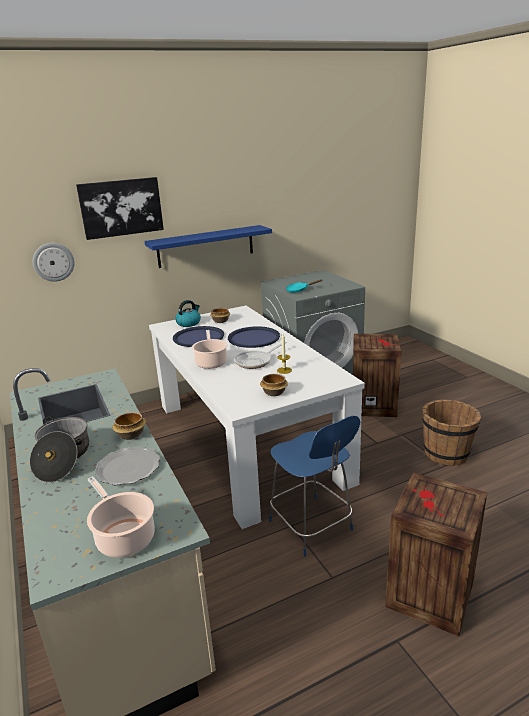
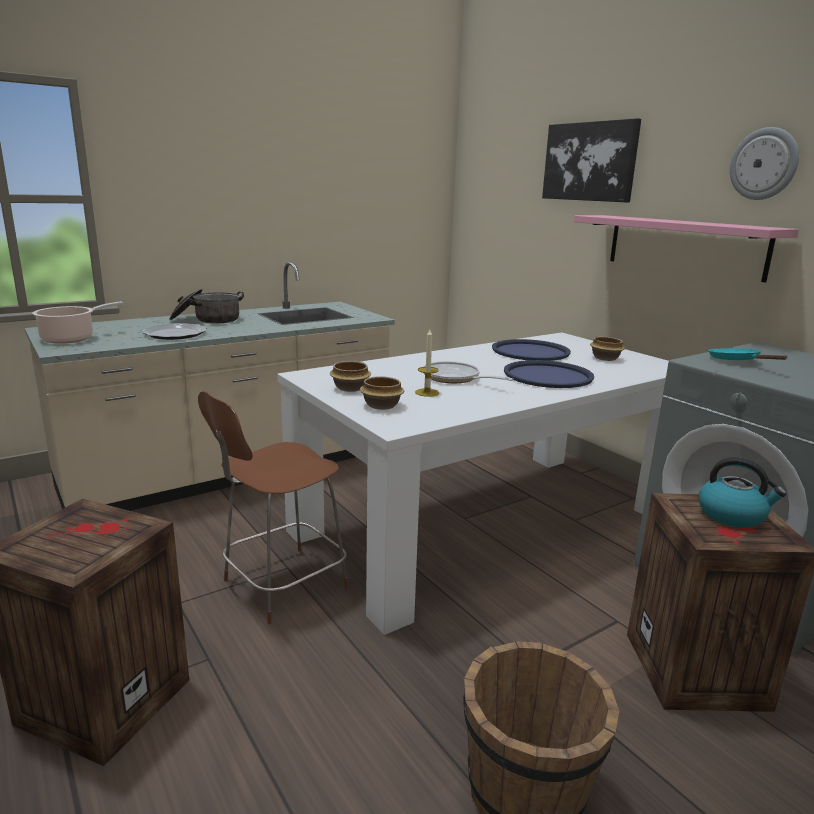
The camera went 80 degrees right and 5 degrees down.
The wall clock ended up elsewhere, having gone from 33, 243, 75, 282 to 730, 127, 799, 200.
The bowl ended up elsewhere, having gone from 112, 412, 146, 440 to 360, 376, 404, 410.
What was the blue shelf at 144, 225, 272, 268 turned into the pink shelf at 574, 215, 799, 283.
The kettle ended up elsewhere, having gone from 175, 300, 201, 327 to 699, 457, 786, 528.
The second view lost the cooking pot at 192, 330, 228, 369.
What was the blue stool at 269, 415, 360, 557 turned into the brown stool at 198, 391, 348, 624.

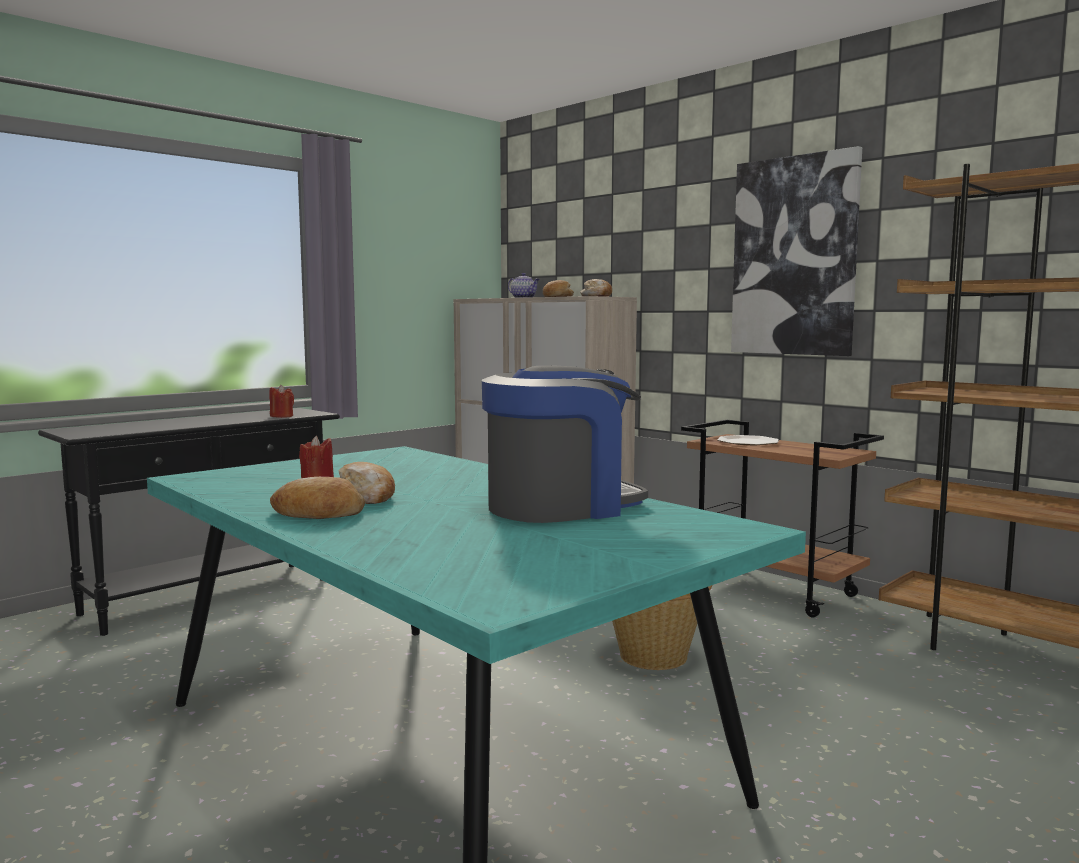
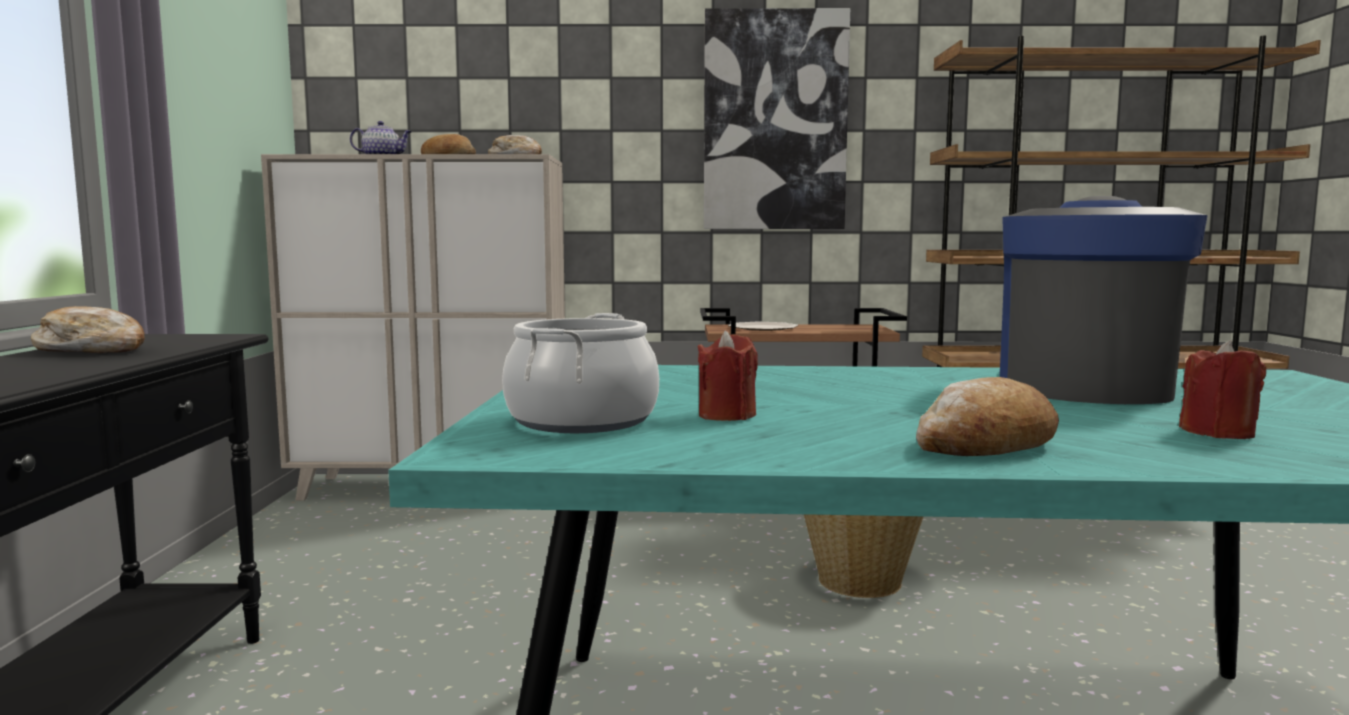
The camera went 45 degrees left and 0 degrees up.
The red candle ended up elsewhere, having gone from 269, 385, 294, 418 to 1179, 340, 1266, 439.
The bread ended up elsewhere, having gone from 338, 462, 395, 504 to 31, 306, 145, 353.
The second view gained the cooking pot at 502, 313, 659, 433.

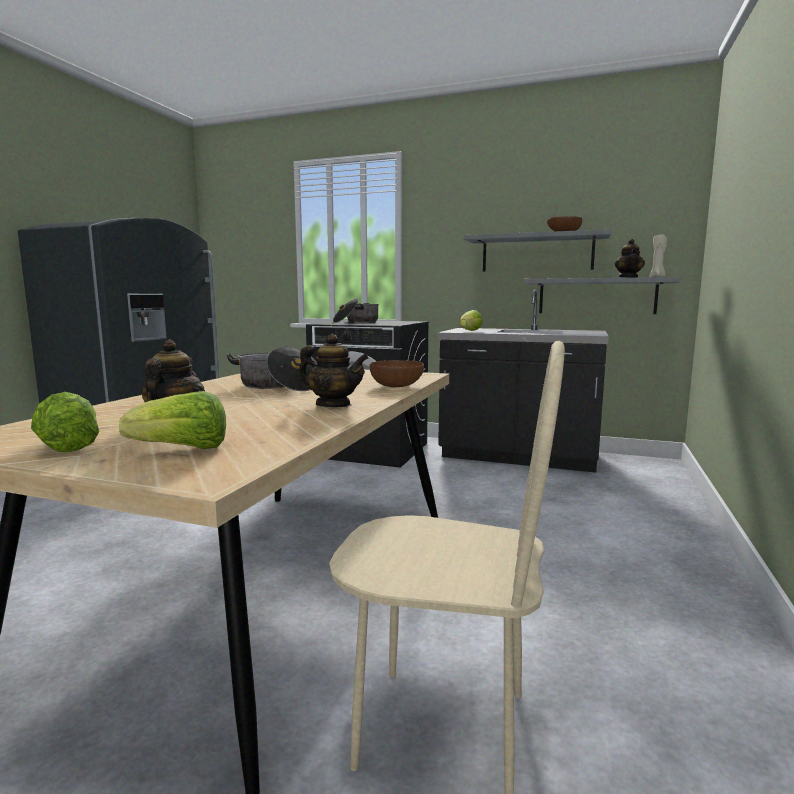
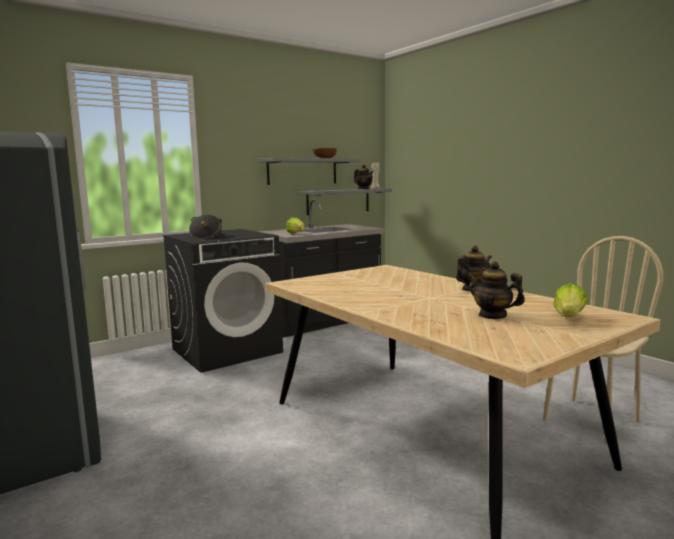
The camera went 55 degrees left and 0 degrees up.
The second view lost the lettuce at 31, 392, 100, 452.
The second view lost the cooking pot at 227, 346, 317, 391.
The second view lost the brown bowl at 369, 360, 424, 387.

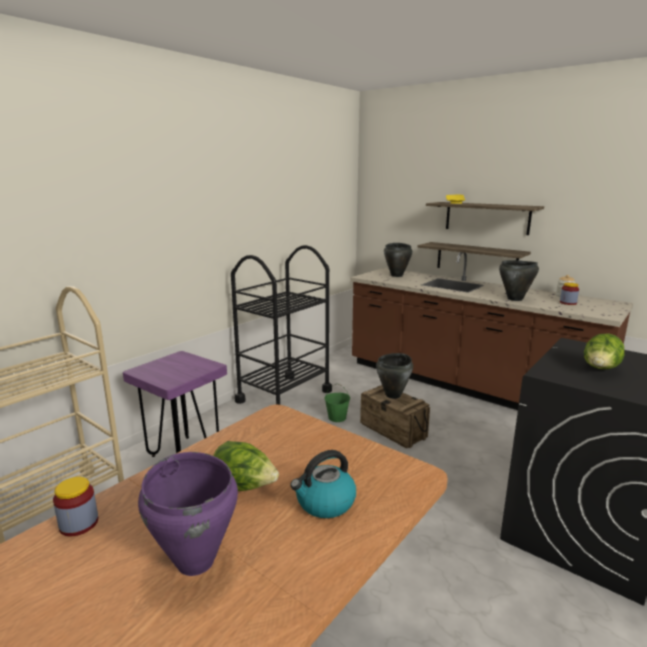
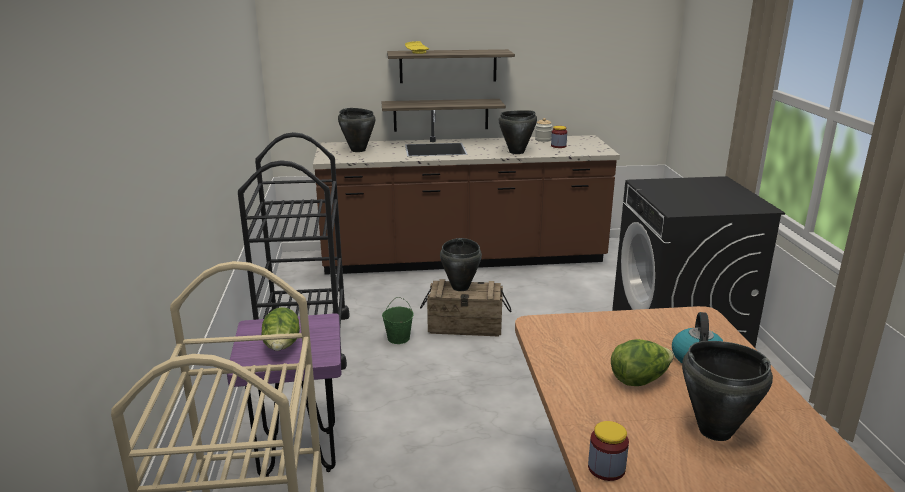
The camera went 45 degrees left and 5 degrees up.
What was the purple cooking pot at 138, 452, 238, 576 turned into the black cooking pot at 682, 341, 773, 441.
The lettuce ended up elsewhere, having gone from 584, 333, 624, 369 to 261, 307, 300, 351.

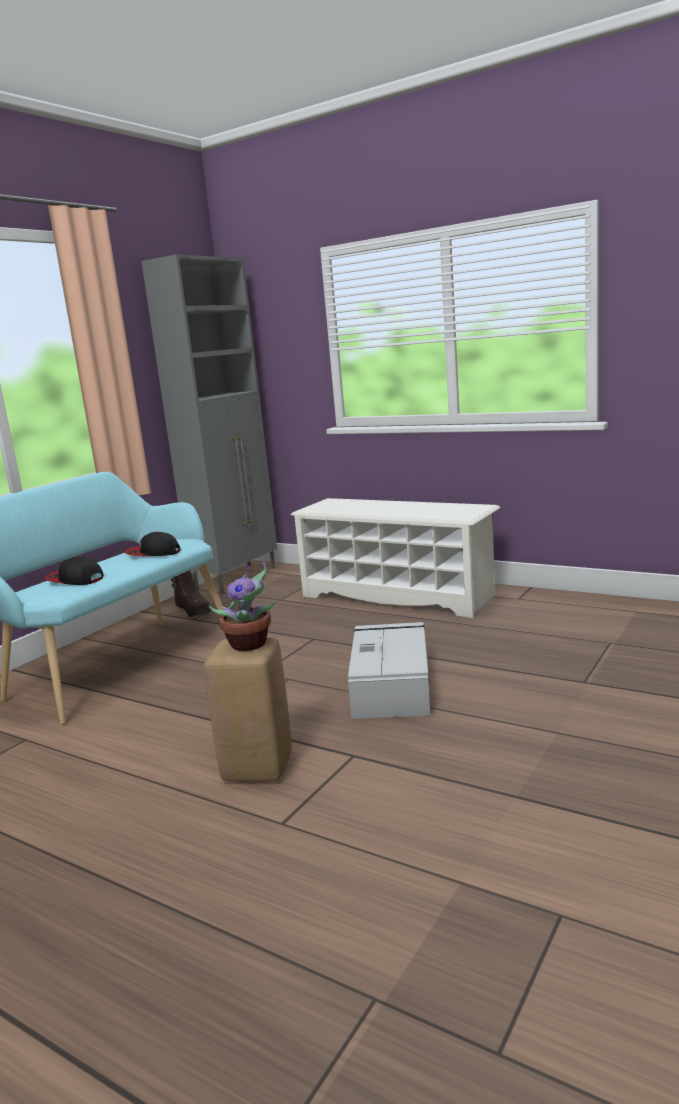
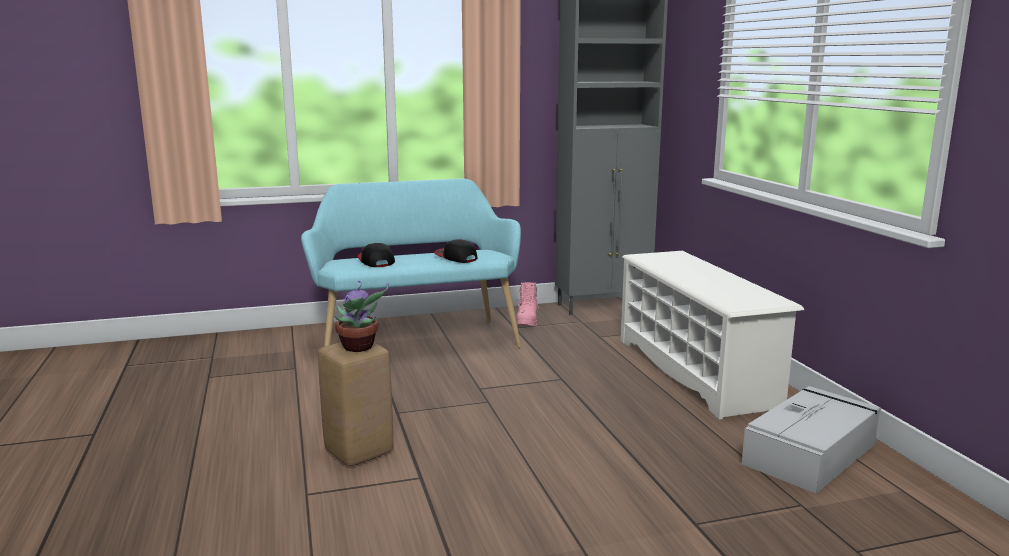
The camera went 40 degrees right and 0 degrees up.
What was the brown boot at 171, 570, 211, 617 turned into the pink boot at 516, 282, 540, 326.
The grey storage box ended up elsewhere, having gone from 348, 622, 430, 719 to 742, 386, 881, 493.

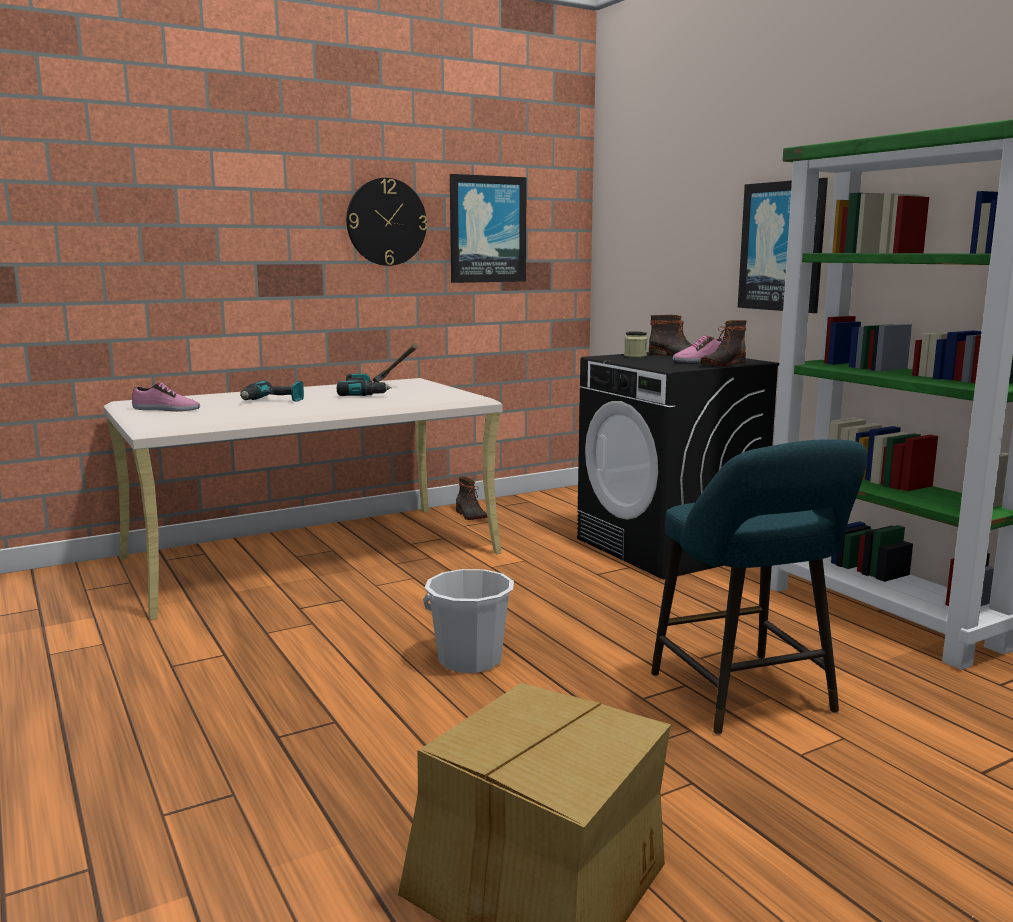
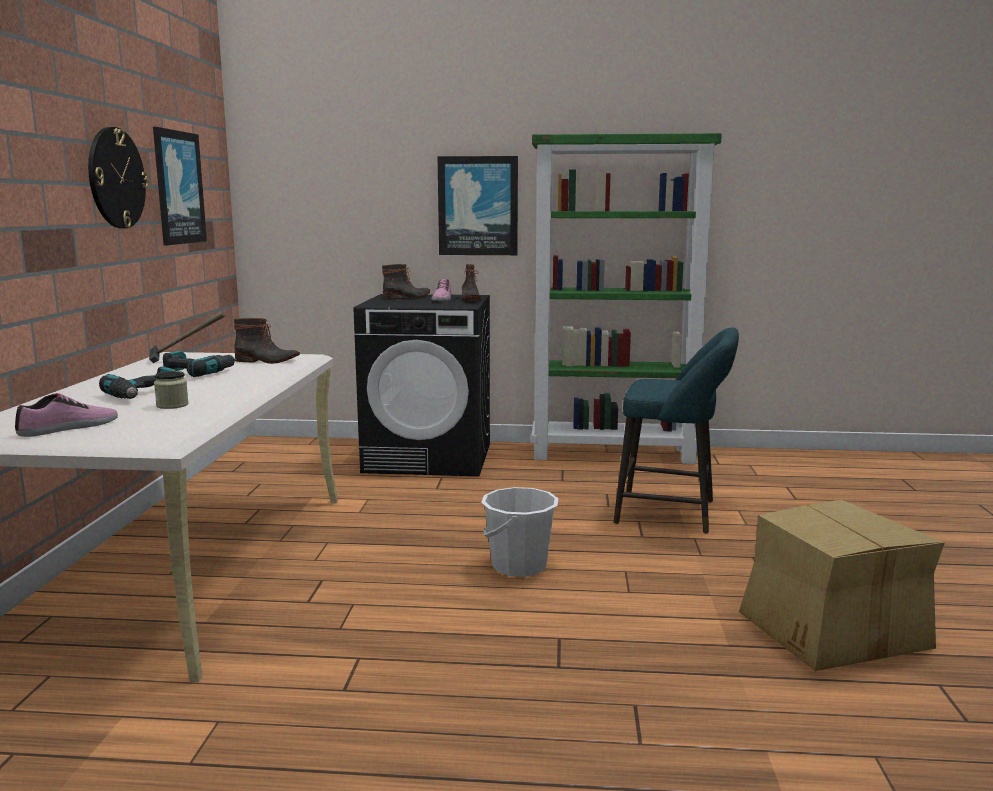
The camera went 55 degrees left and 0 degrees up.
The boot ended up elsewhere, having gone from 456, 477, 487, 520 to 234, 318, 300, 364.
The jar ended up elsewhere, having gone from 624, 331, 647, 357 to 154, 371, 189, 409.

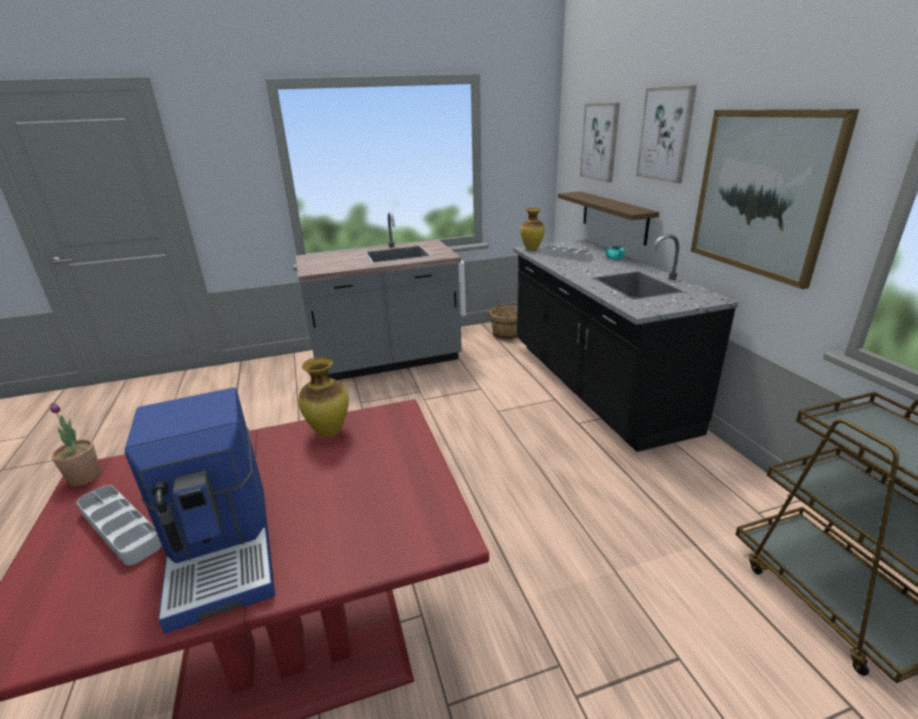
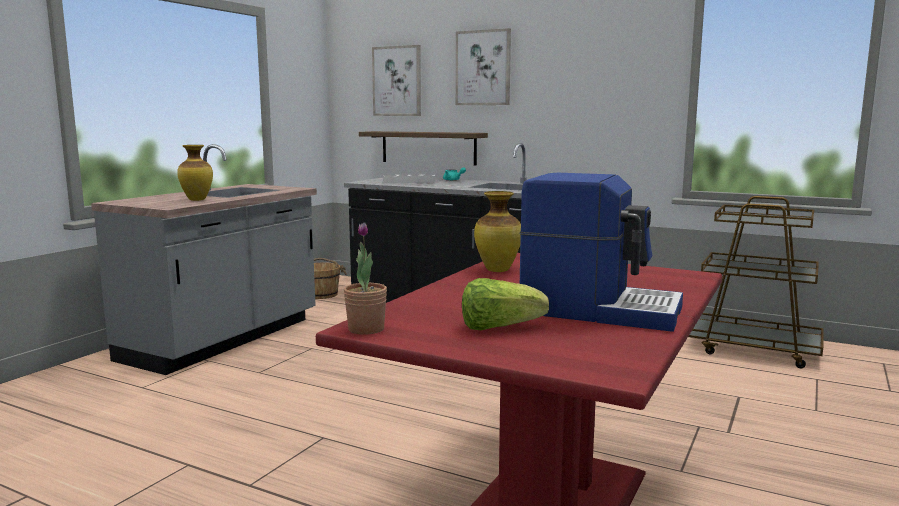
The camera went 45 degrees left and 15 degrees down.
Where the grey tray stood at 77, 485, 162, 565, the lettuce came to stand at 462, 278, 549, 330.
The vase ended up elsewhere, having gone from 520, 208, 545, 250 to 177, 145, 213, 201.
The second view lost the picture at 691, 109, 860, 289.

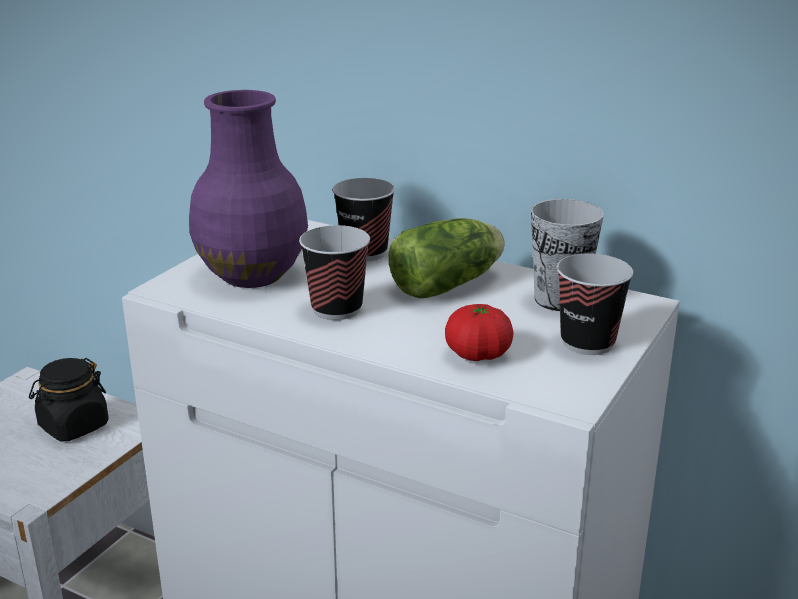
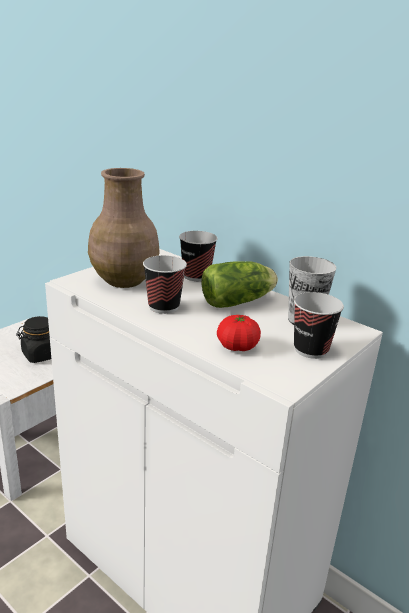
The camera went 10 degrees right and 0 degrees up.
What was the purple vase at 189, 90, 308, 288 turned into the brown vase at 88, 168, 160, 288.

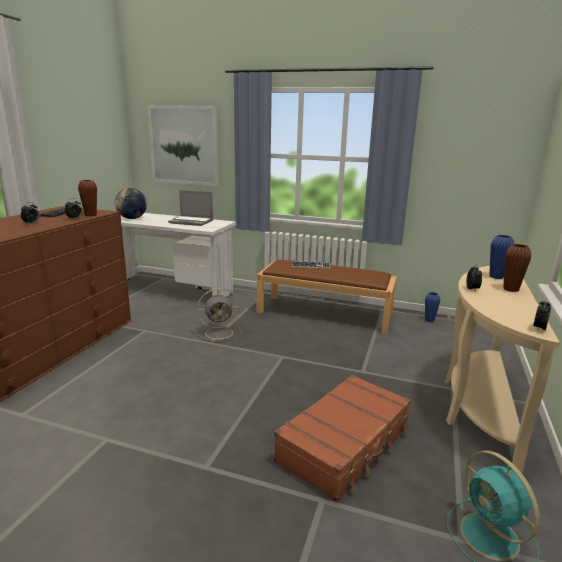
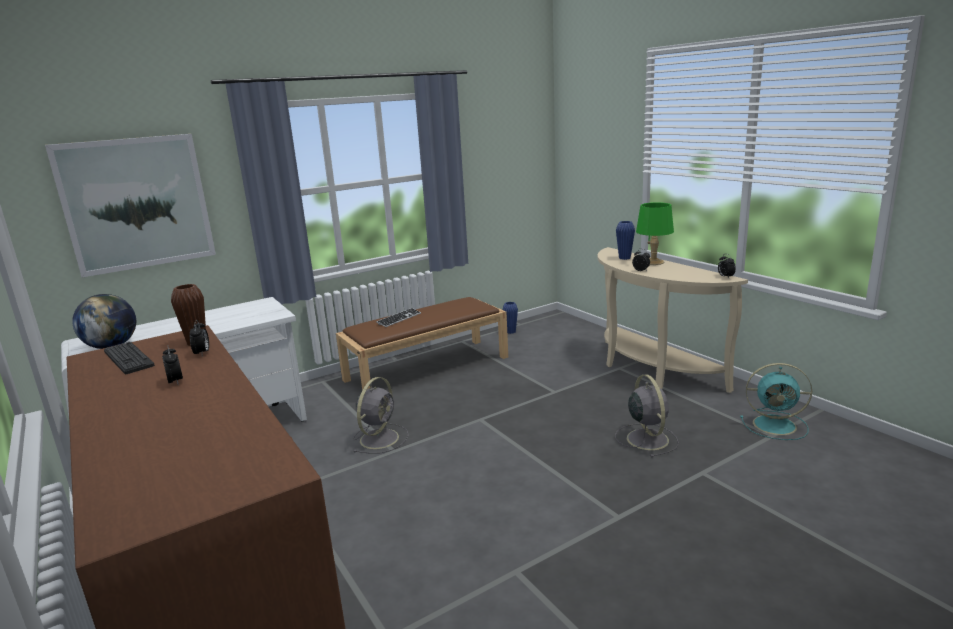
The camera went 50 degrees left and 0 degrees up.
The second view lost the laptop at 168, 190, 213, 226.
Where the brown suitcase stood at 274, 375, 411, 502, the grey fan came to stand at 615, 374, 679, 457.
Where the brown vase stood at 503, 244, 531, 292, the green table lamp came to stand at 636, 202, 674, 265.

